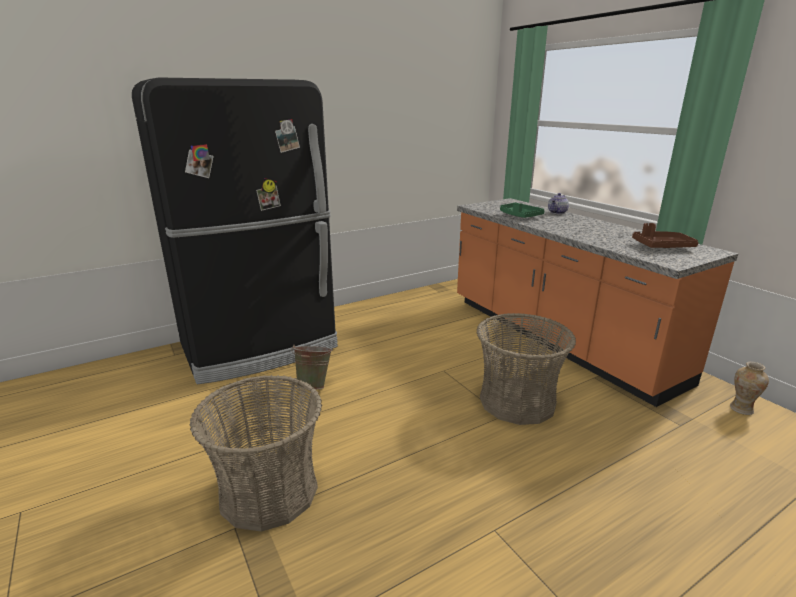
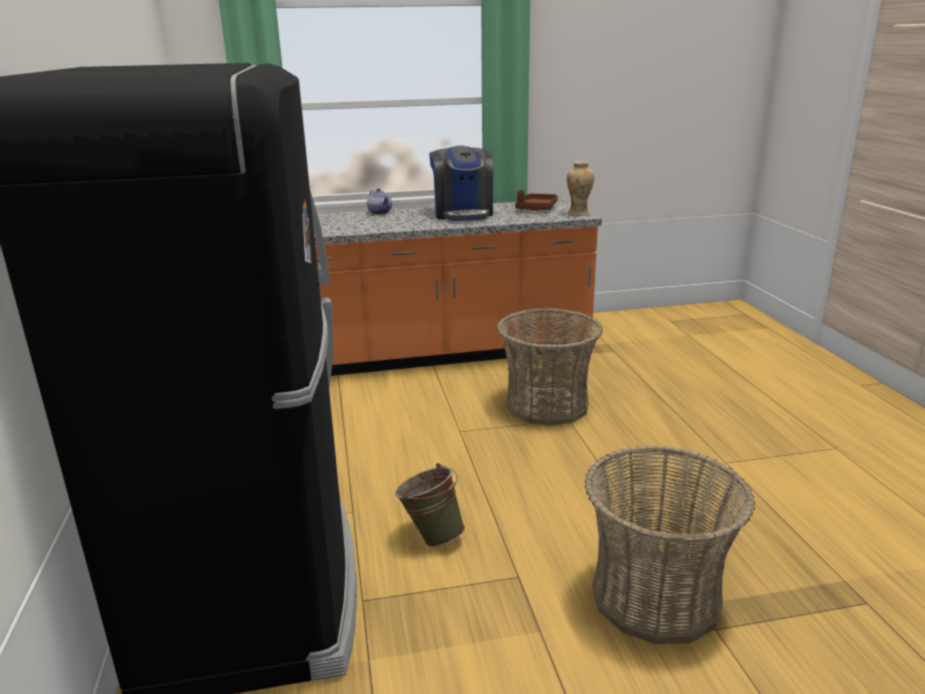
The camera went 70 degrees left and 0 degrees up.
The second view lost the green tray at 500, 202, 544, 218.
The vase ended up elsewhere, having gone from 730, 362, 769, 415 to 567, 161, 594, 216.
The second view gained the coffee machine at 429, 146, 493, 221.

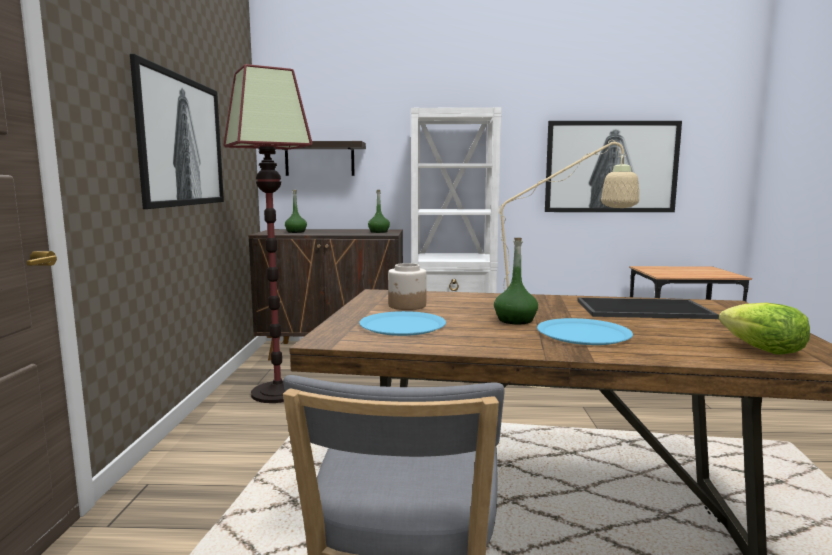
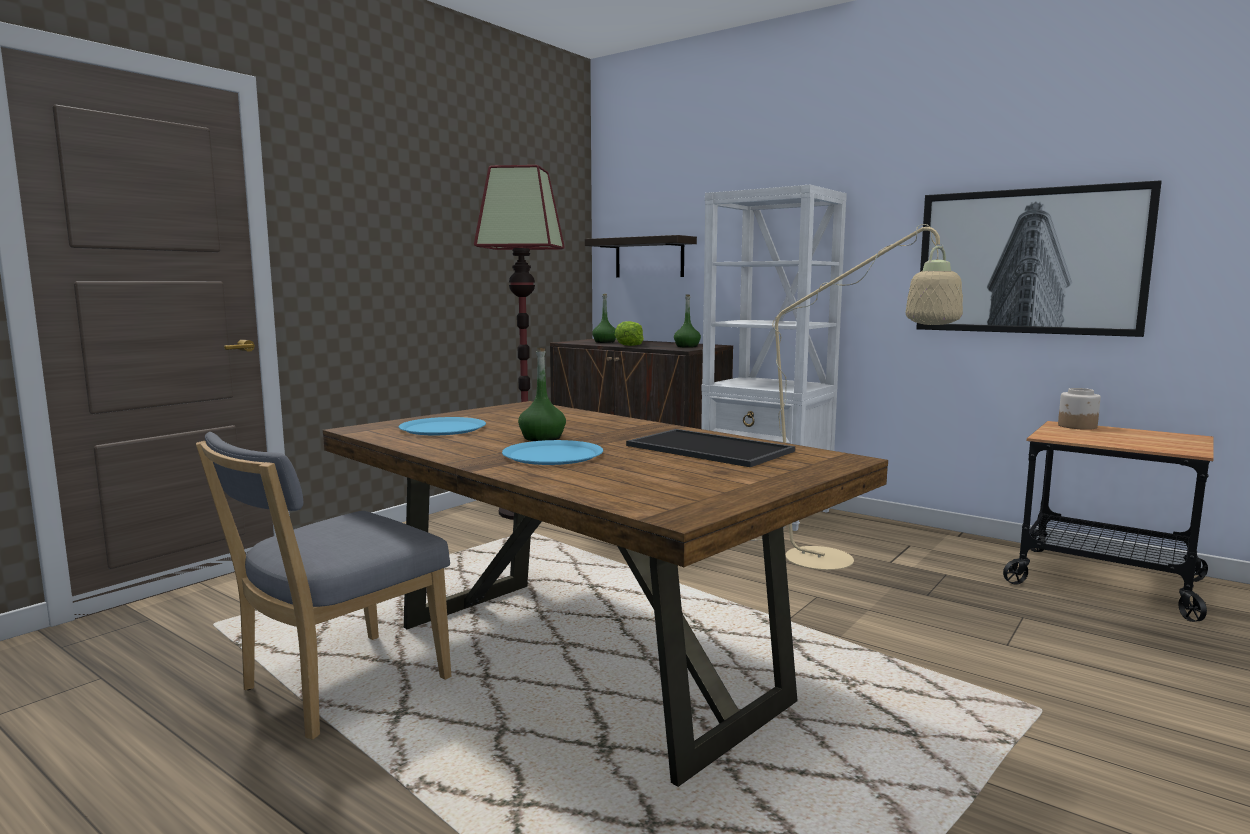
The camera went 35 degrees right and 0 degrees up.
The second view lost the picture at 130, 54, 224, 209.
The jar ended up elsewhere, having gone from 388, 263, 426, 310 to 1058, 388, 1101, 430.
The lettuce ended up elsewhere, having gone from 719, 303, 810, 355 to 615, 321, 644, 346.

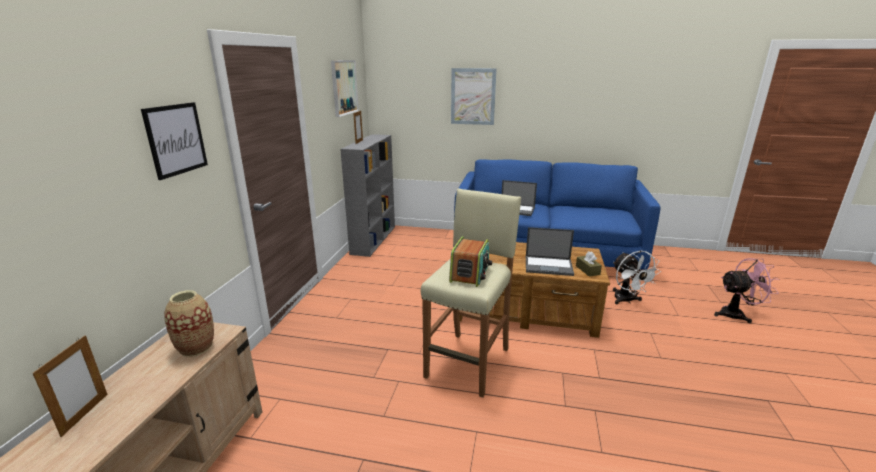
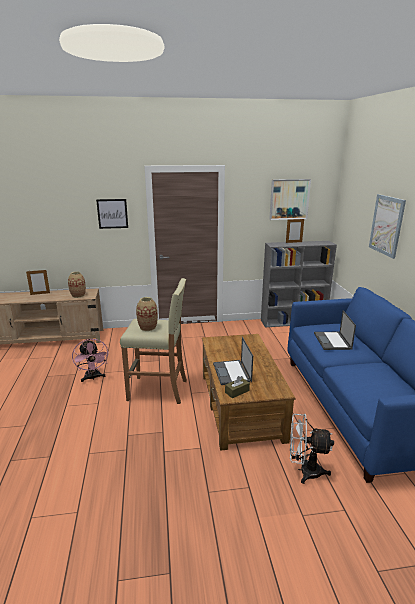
The camera went 70 degrees right and 0 degrees up.
Where the radio stood at 449, 236, 492, 287, the vase came to stand at 136, 297, 158, 331.
The white fan at 613, 250, 661, 304 ended up facing another way, 45 degrees clockwise from before.
The pink fan ended up elsewhere, having gone from 714, 258, 780, 323 to 72, 339, 109, 382.

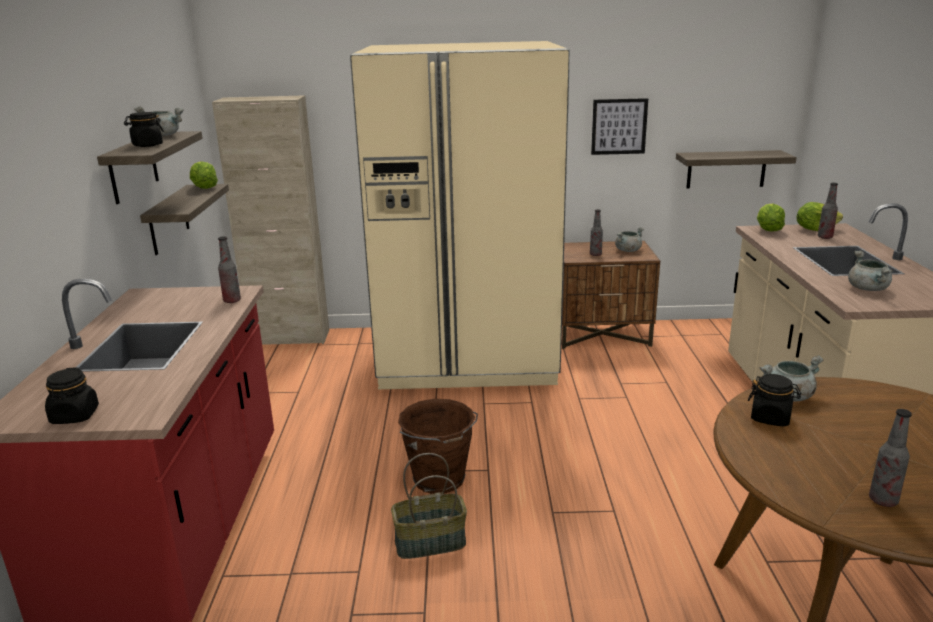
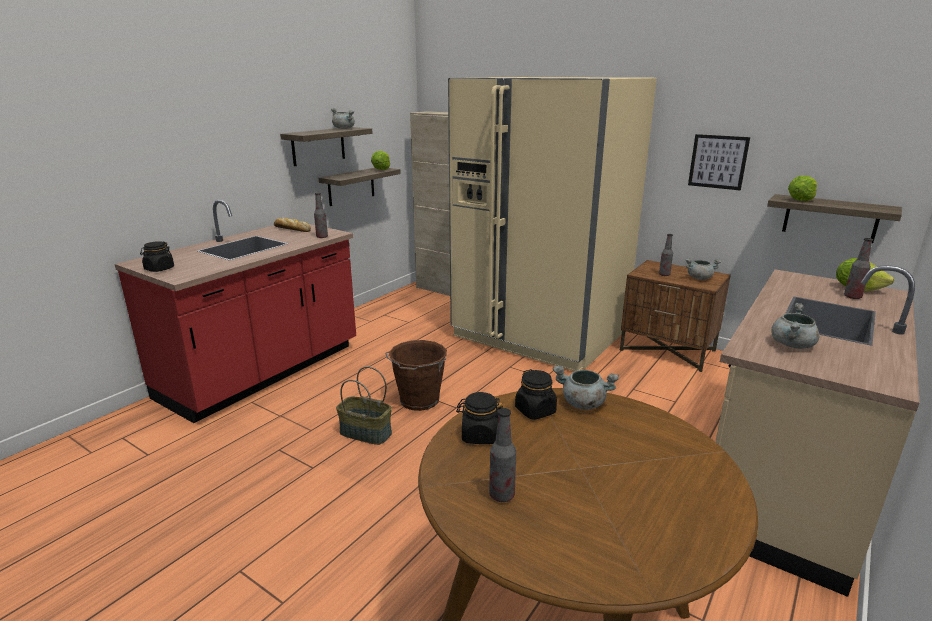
The camera went 35 degrees right and 0 degrees up.
The black jar ended up elsewhere, having gone from 124, 112, 164, 147 to 456, 392, 503, 444.
The lettuce ended up elsewhere, having gone from 757, 203, 785, 232 to 788, 176, 817, 201.
The second view gained the bread at 274, 218, 311, 232.

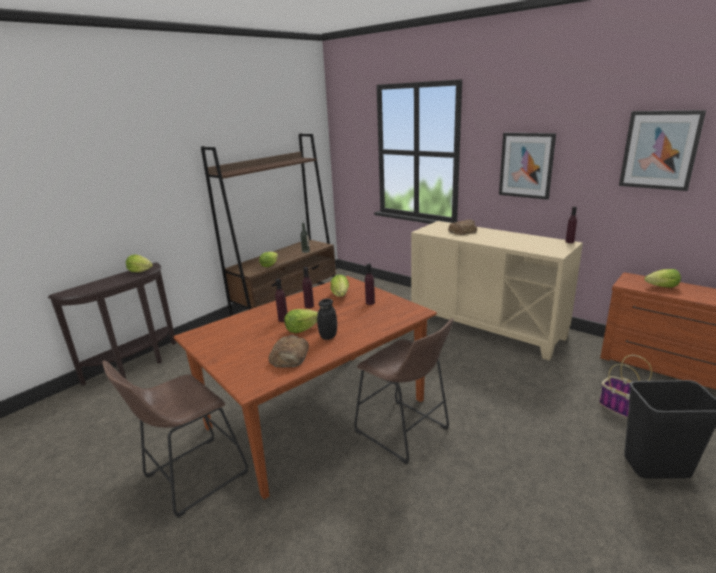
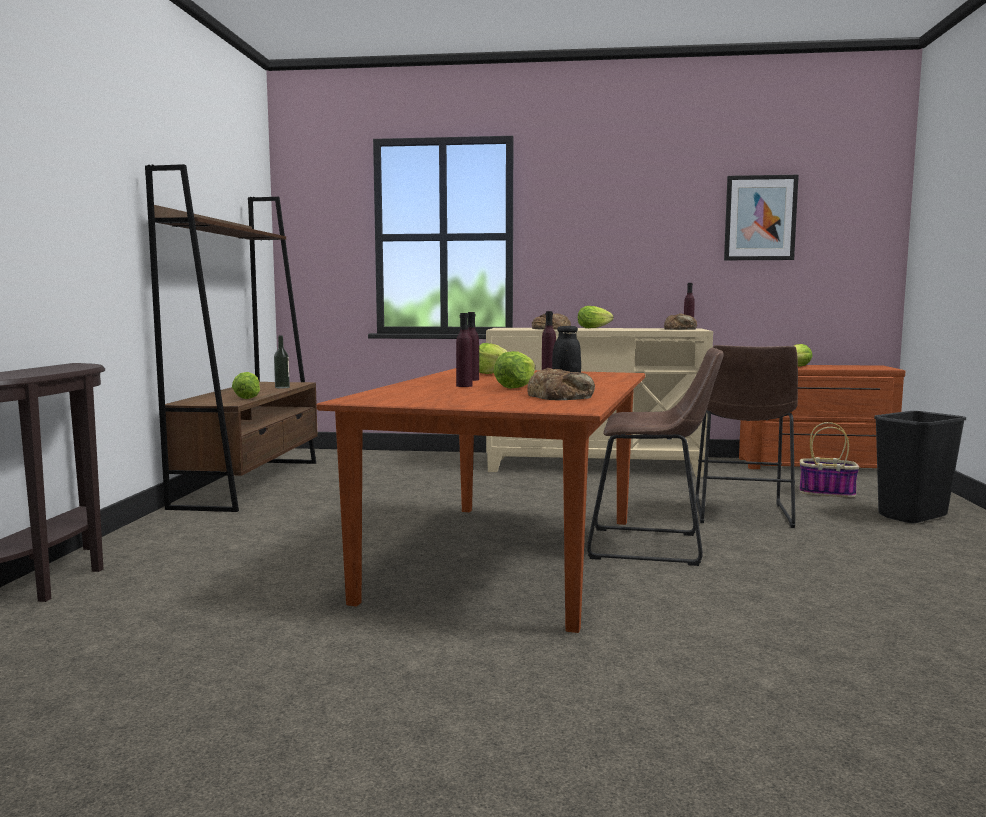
The camera went 35 degrees left and 15 degrees down.
The brown stool ended up elsewhere, having gone from 103, 360, 248, 518 to 695, 345, 798, 528.
The lettuce ended up elsewhere, having gone from 126, 255, 153, 273 to 578, 306, 614, 328.
The second view lost the picture at 499, 133, 556, 200.
The second view gained the bread at 664, 313, 697, 330.

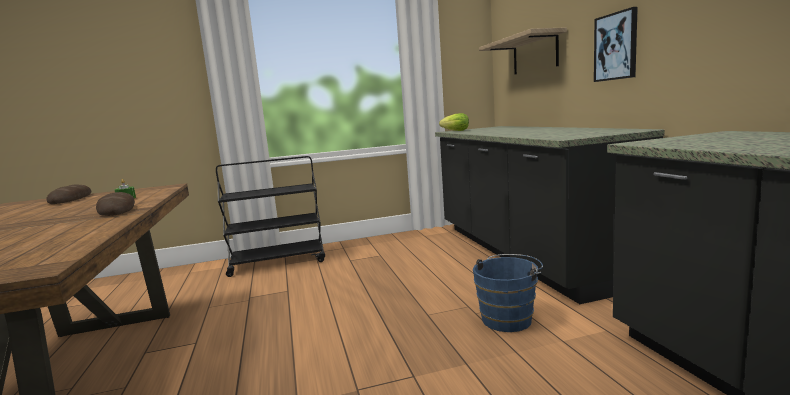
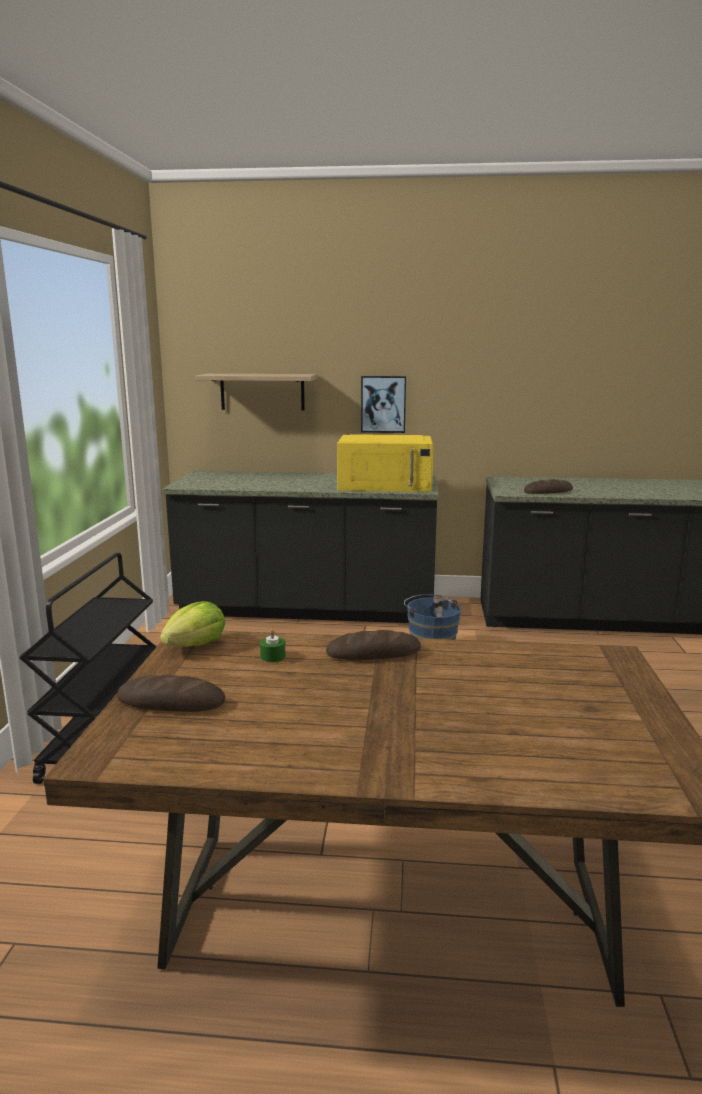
The camera went 70 degrees left and 5 degrees up.
The lettuce ended up elsewhere, having gone from 439, 113, 469, 131 to 160, 601, 225, 647.
The second view gained the yellow microwave at 337, 434, 434, 492.
The second view gained the bread at 524, 479, 573, 494.

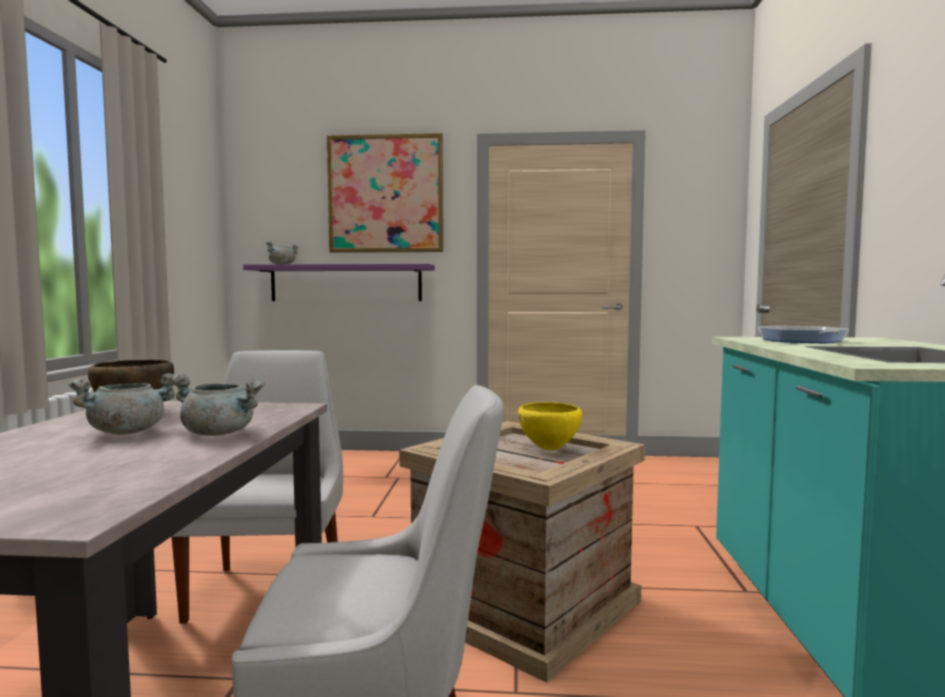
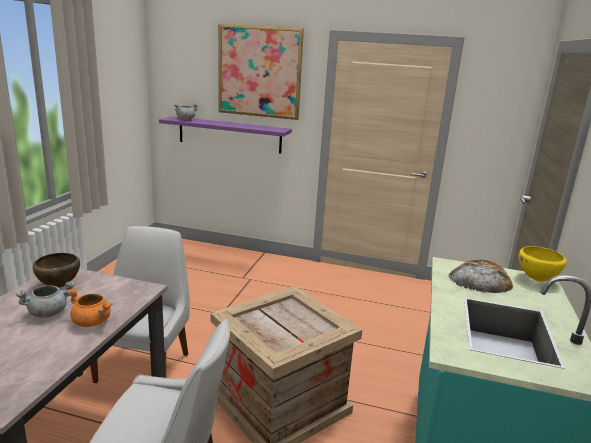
The camera went 10 degrees right and 15 degrees up.
What was the grey cooking pot at 170, 374, 265, 436 turned into the orange cooking pot at 67, 289, 113, 327.
The yellow bowl ended up elsewhere, having gone from 518, 402, 582, 451 to 519, 246, 567, 282.
Where the frying pan stood at 758, 326, 849, 343, the bread came to stand at 448, 260, 513, 293.

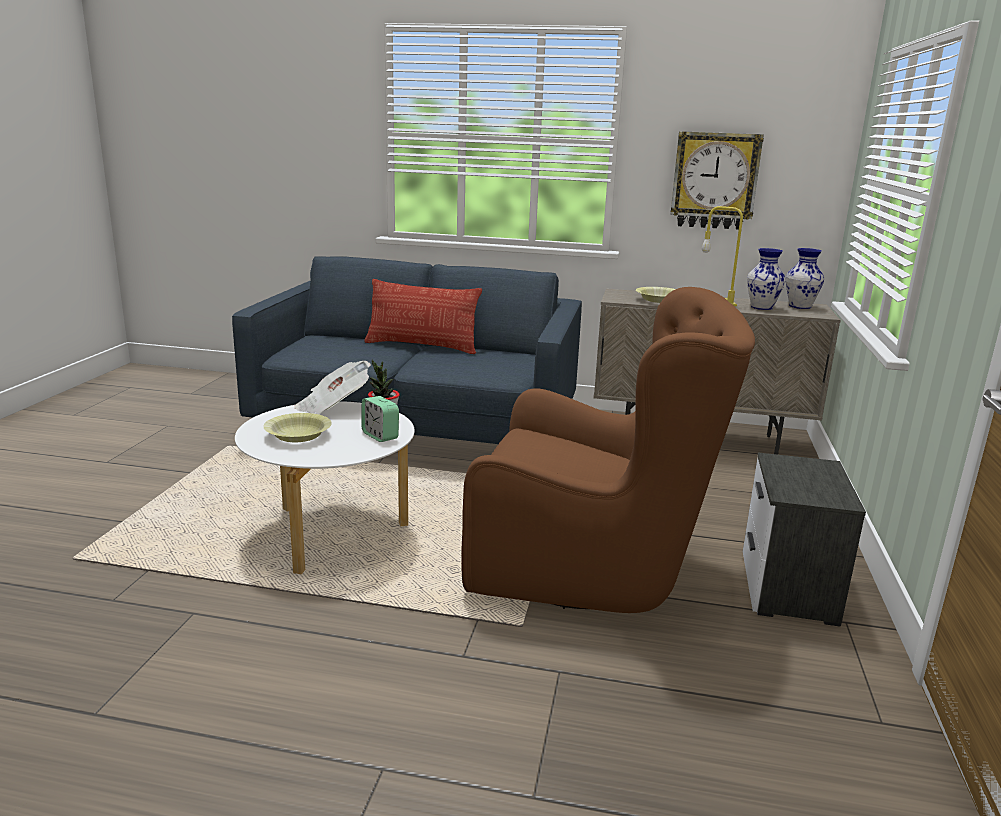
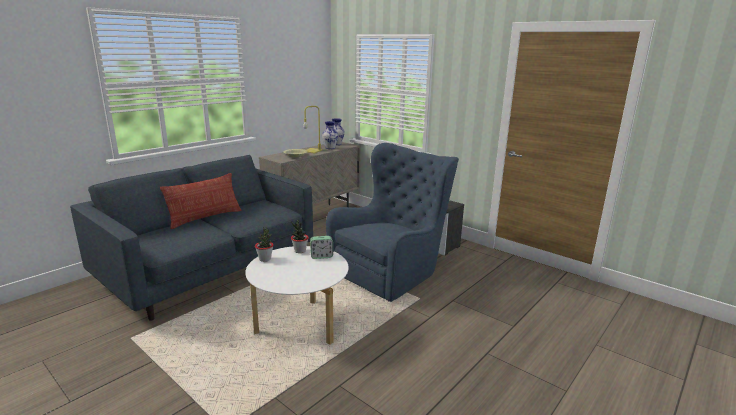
The camera went 60 degrees left and 0 degrees up.
The second view lost the yellow bowl at 263, 413, 332, 442.
Where the newspaper stood at 294, 361, 371, 414, the potted plant came to stand at 255, 227, 273, 262.
What was the brown armchair at 461, 287, 755, 613 turned into the blue armchair at 326, 143, 459, 302.
The second view lost the wall clock at 670, 131, 764, 230.

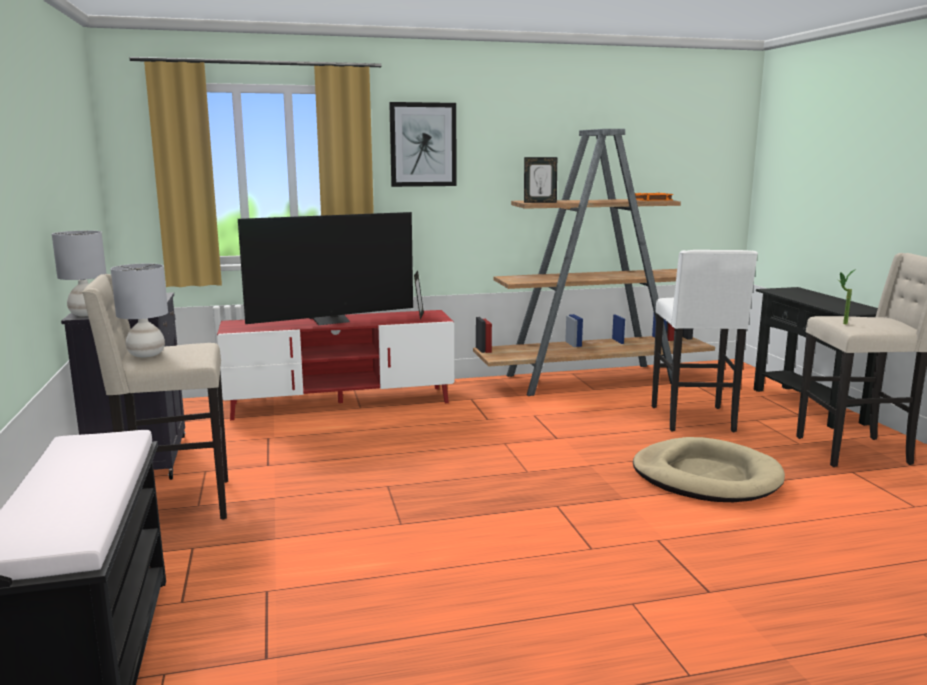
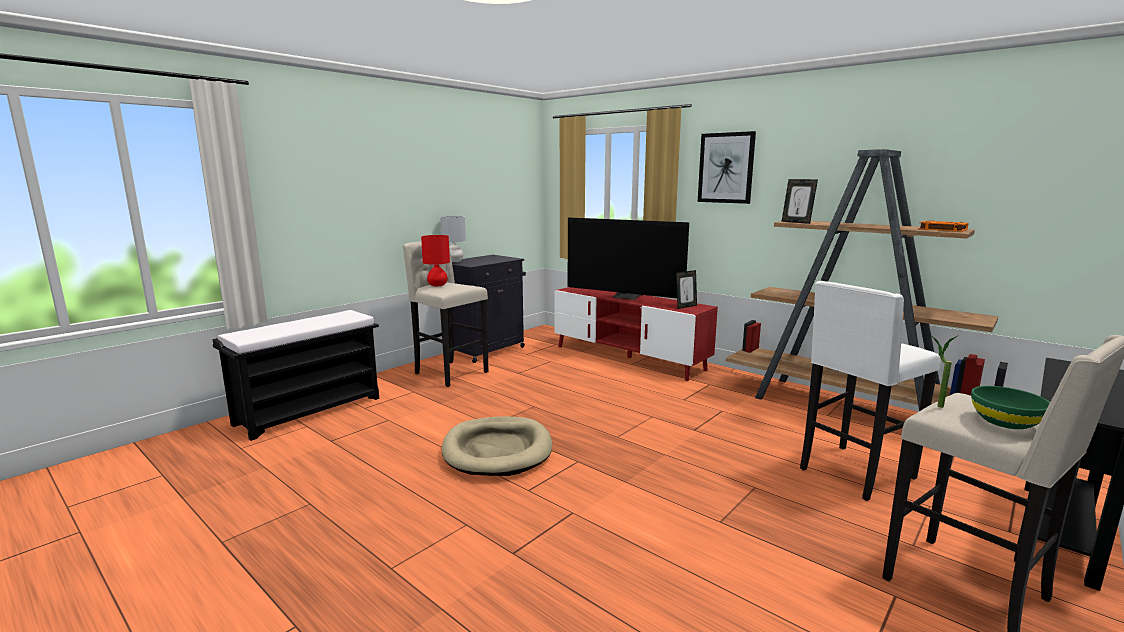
The camera went 55 degrees right and 0 degrees up.
What was the grey table lamp at 111, 263, 168, 358 turned into the red table lamp at 421, 235, 450, 286.
The beige dog bed ended up elsewhere, having gone from 633, 437, 785, 502 to 442, 416, 552, 476.
The second view gained the green bowl at 971, 386, 1050, 429.

